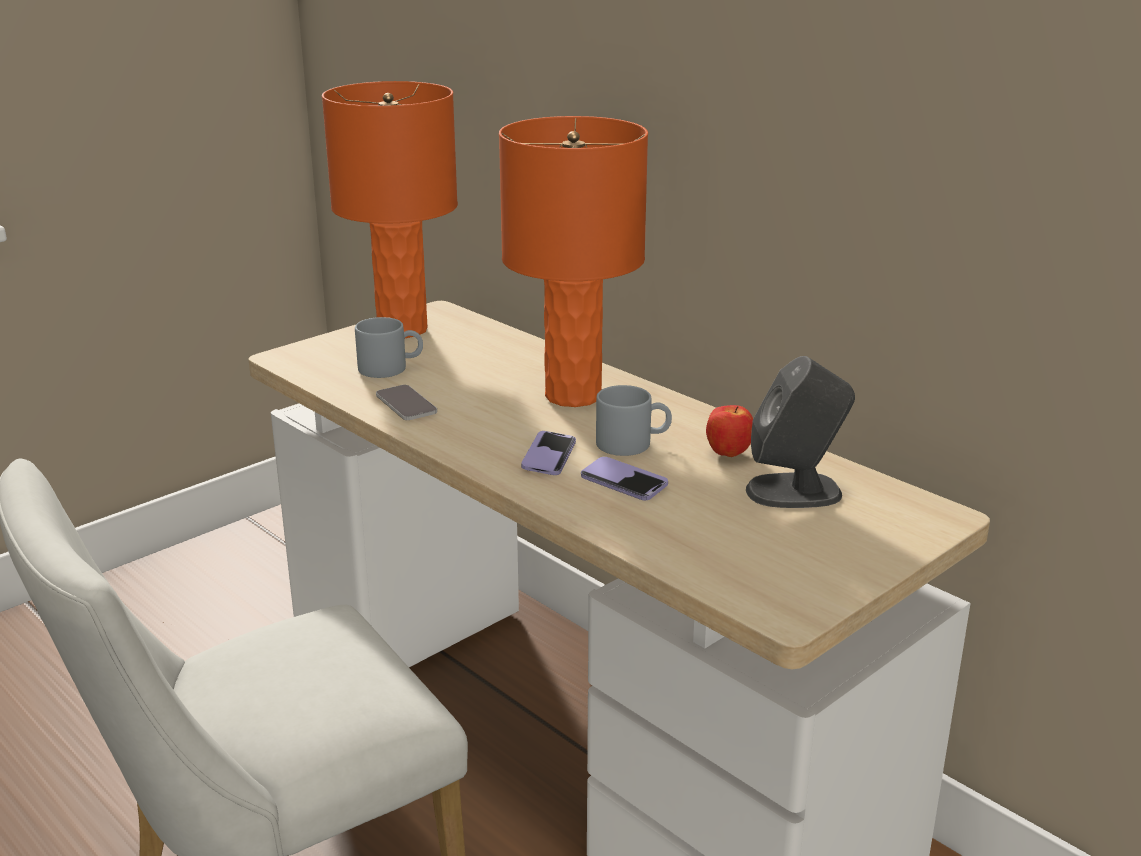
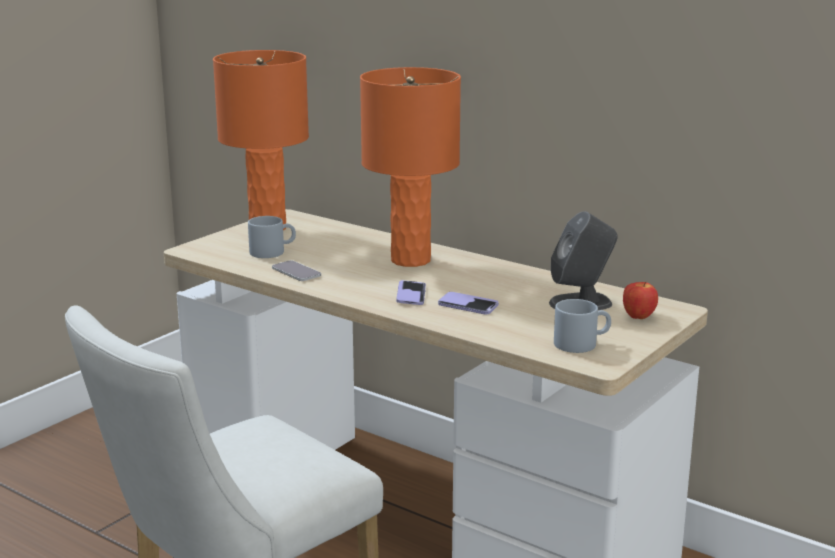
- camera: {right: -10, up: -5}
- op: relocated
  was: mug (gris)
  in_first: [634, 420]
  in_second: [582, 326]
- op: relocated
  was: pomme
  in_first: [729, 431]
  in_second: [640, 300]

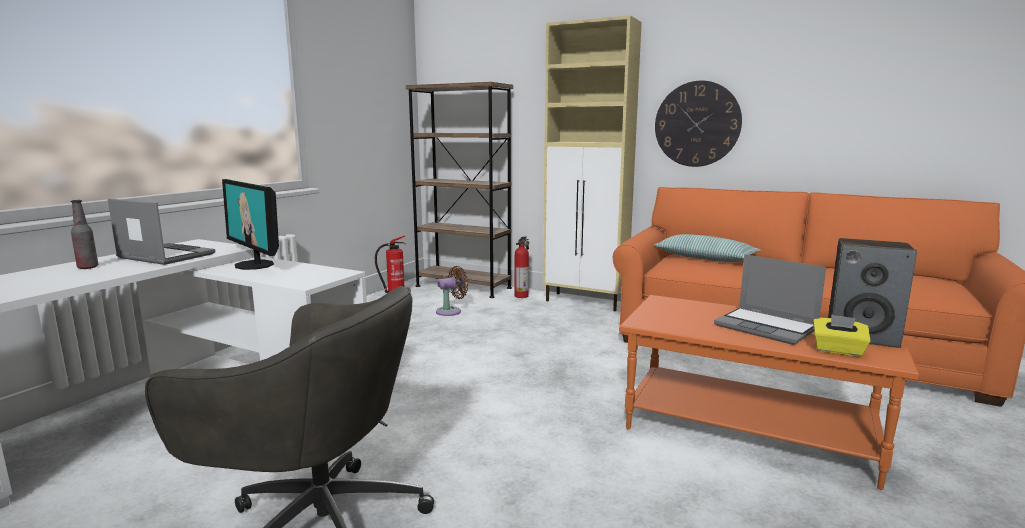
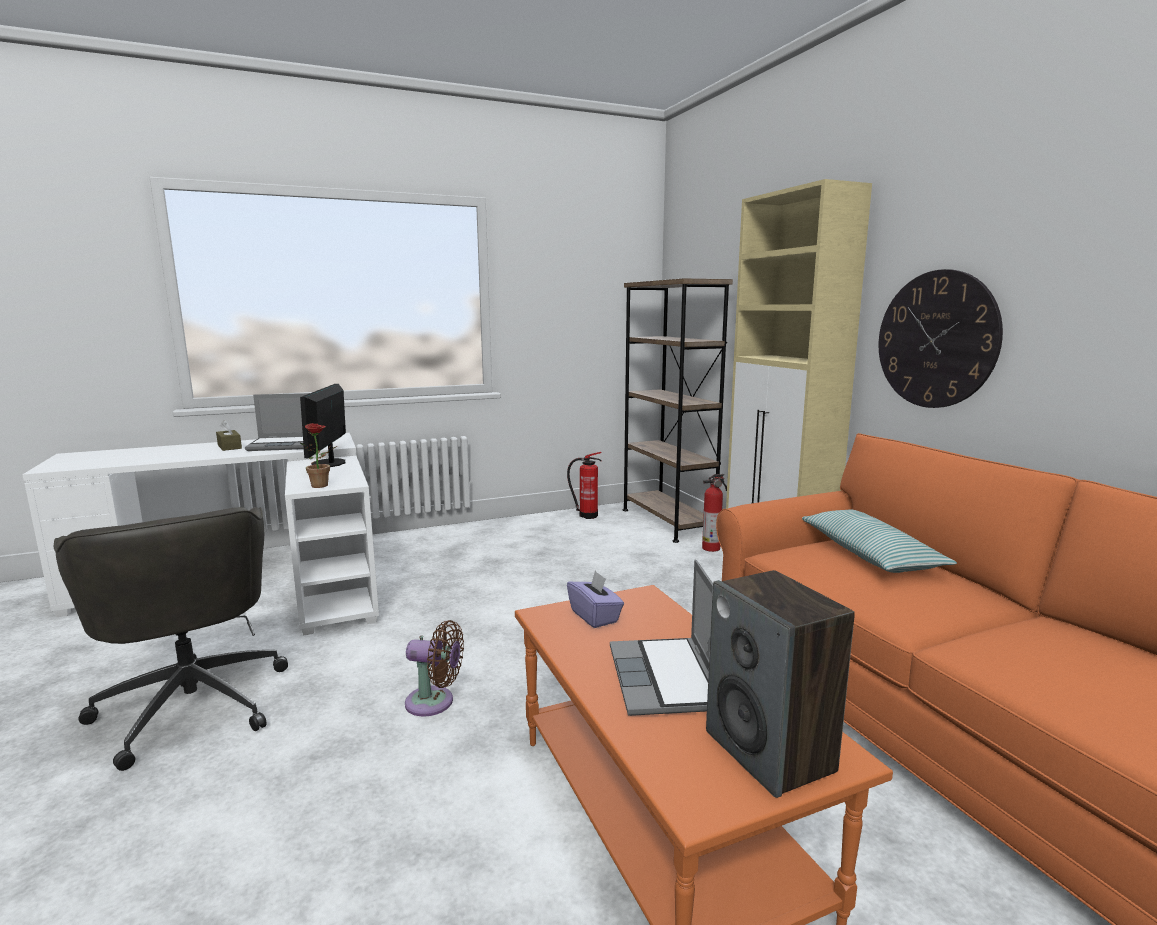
- camera: {right: 40, up: 0}
- op: missing
  was: boîte à mouchoirs (jaune)
  in_first: [842, 335]
- op: appeared
  now: plante en pot
  in_second: [318, 455]
- op: appeared
  now: boîte à mouchoirs (violet)
  in_second: [595, 599]
- op: relocated
  was: ventilateur (marron)
  in_first: [452, 291]
  in_second: [434, 668]
- op: exchanged
  was: bouteille
  now: boîte à mouchoirs (marron)
  in_first: [84, 234]
  in_second: [229, 435]
- op: spun
  was: ordinateur portable
  in_first: [161, 232]
  in_second: [277, 422]
  clockwise: 105

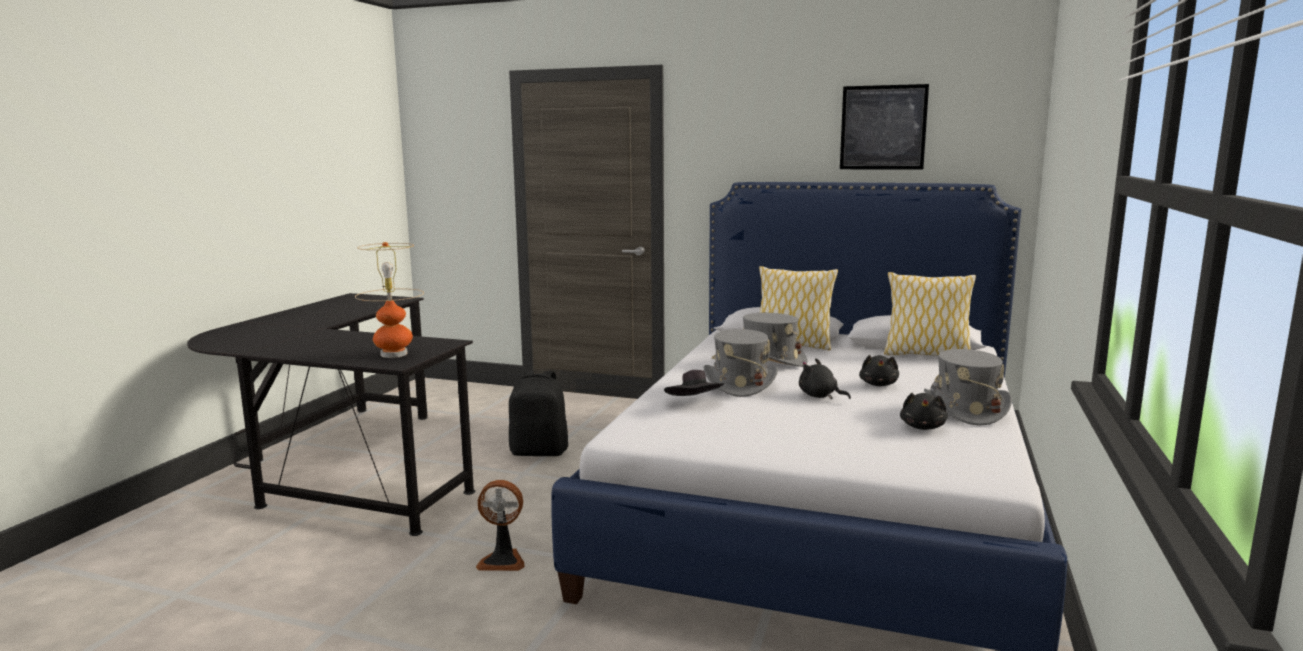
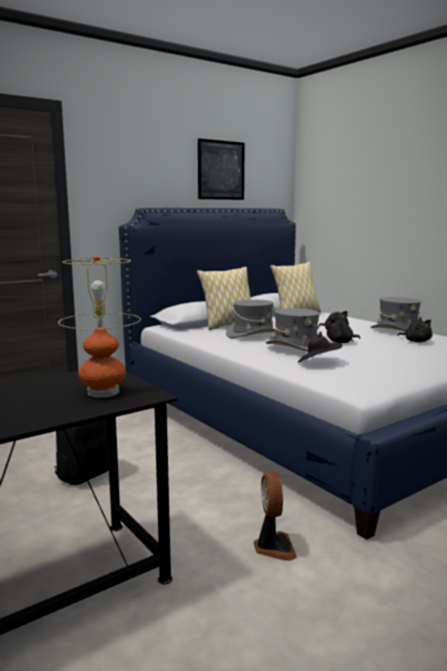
- camera: {right: -55, up: 0}
- op: spun
  was: ventilateur
  in_first: [500, 525]
  in_second: [275, 516]
  clockwise: -45

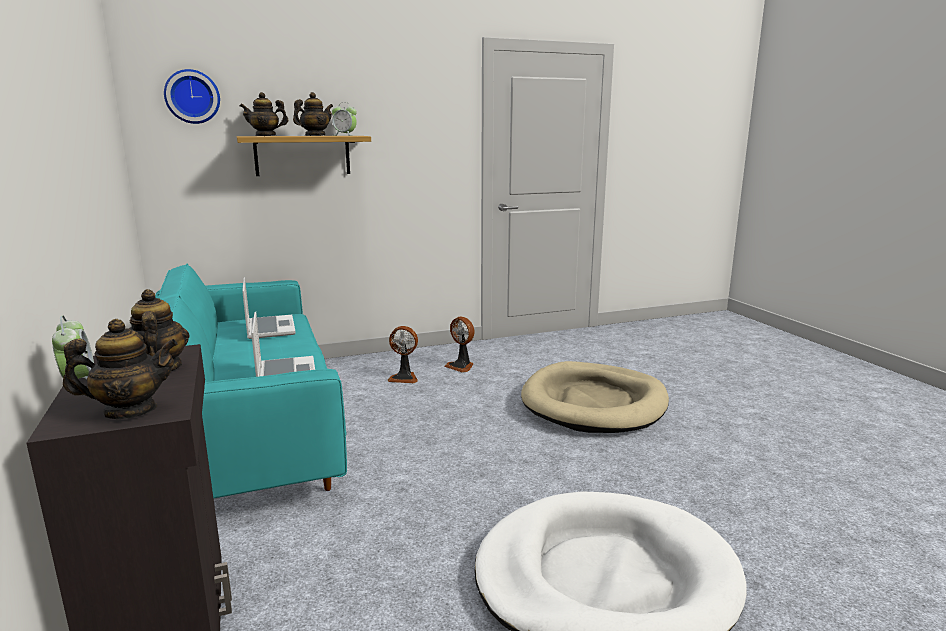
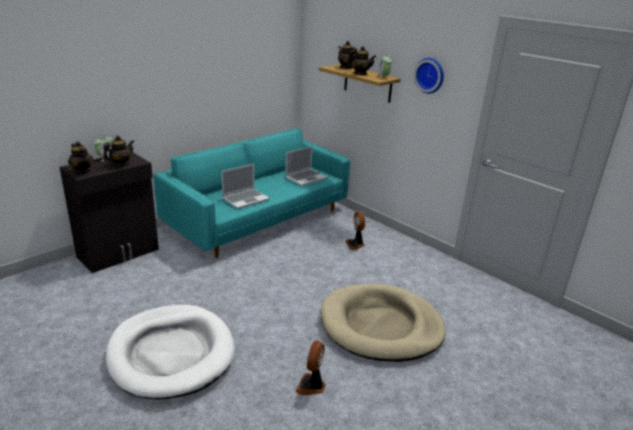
- camera: {right: 65, up: 10}
- op: relocated
  was: horloge murale
  in_first: [192, 96]
  in_second: [429, 76]
- op: relocated
  was: ventilateur
  in_first: [459, 345]
  in_second: [311, 368]

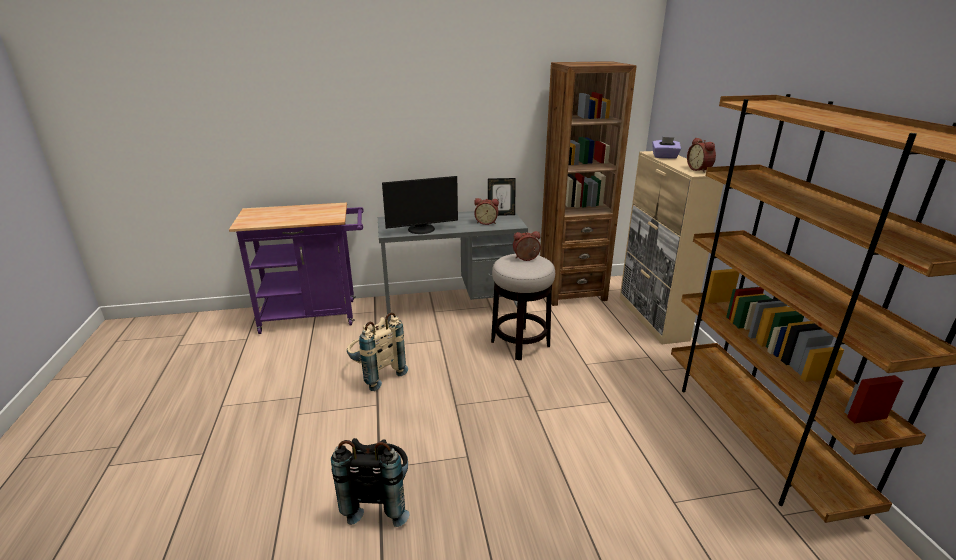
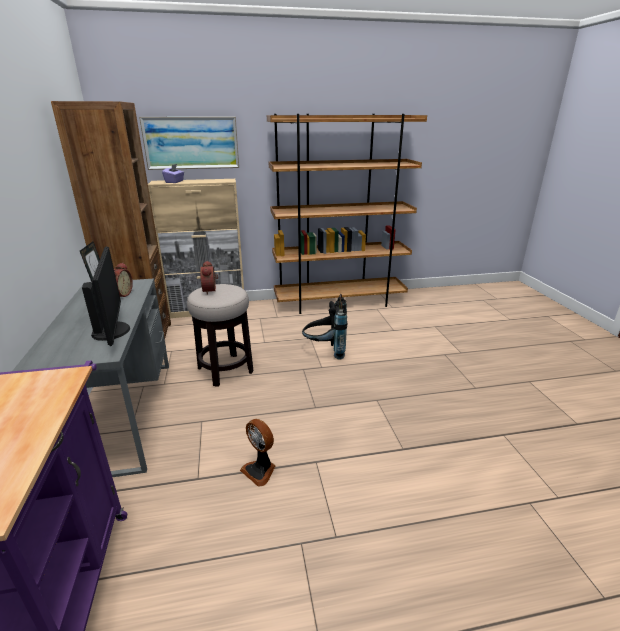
- camera: {right: -90, up: 0}
- op: missing
  was: réveil
  in_first: [701, 155]
- op: appeared
  now: tableau
  in_second: [189, 143]
- op: relocated
  was: sac à dos (noir)
  in_first: [370, 482]
  in_second: [324, 327]
- op: exchanged
  was: sac à dos (beige)
  now: ventilateur
  in_first: [377, 352]
  in_second: [257, 453]

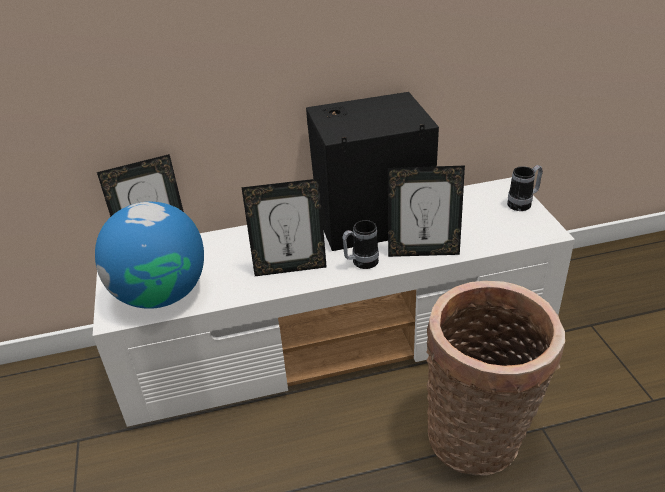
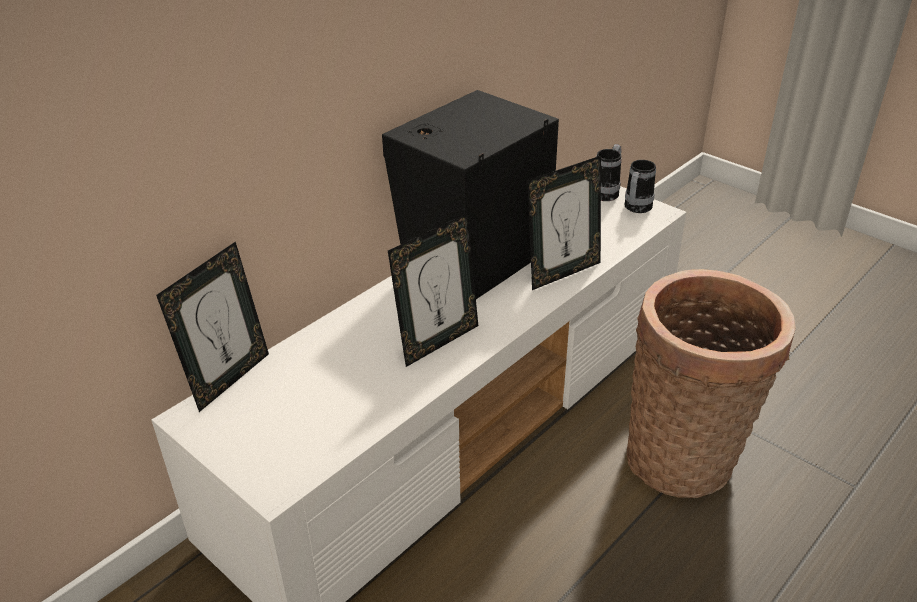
- camera: {right: -35, up: 0}
- op: missing
  was: globe
  in_first: [149, 255]
- op: relocated
  was: mug
  in_first: [360, 244]
  in_second: [640, 186]

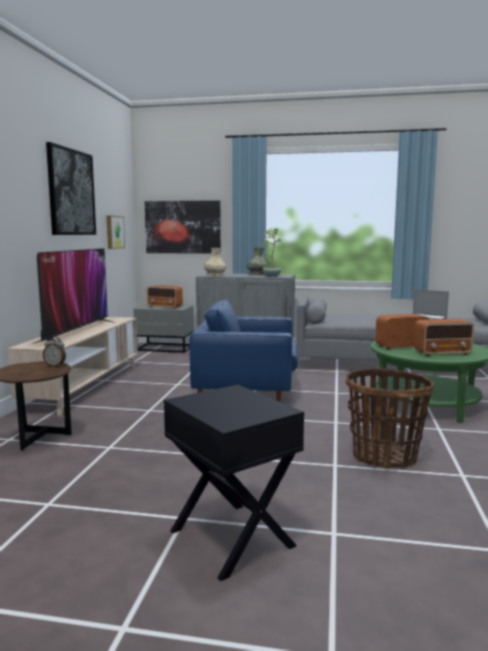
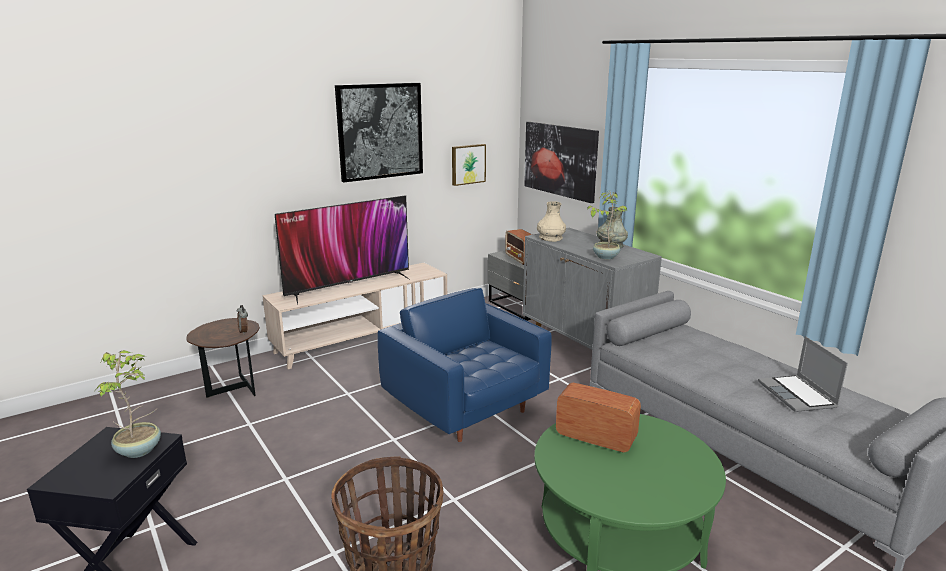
- camera: {right: 45, up: 10}
- op: missing
  was: radio
  in_first: [444, 337]
- op: appeared
  now: plante en pot
  in_second: [128, 404]

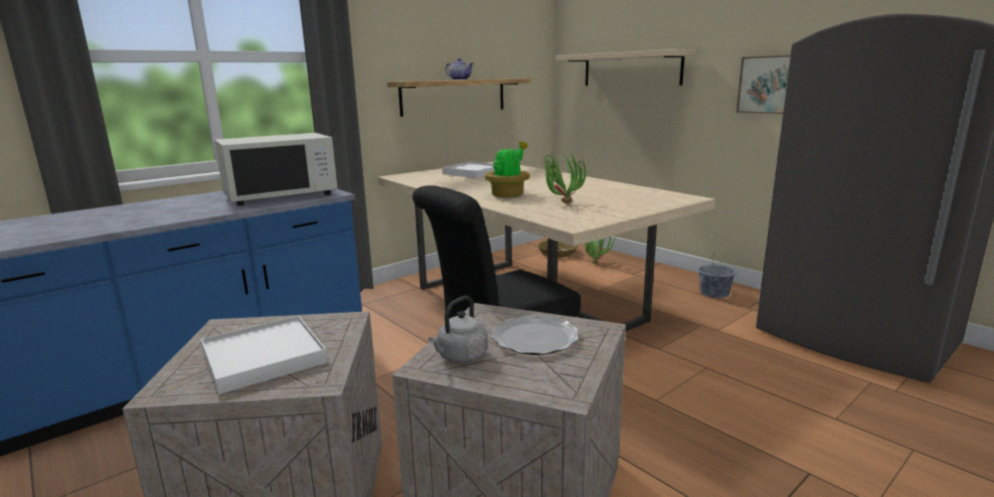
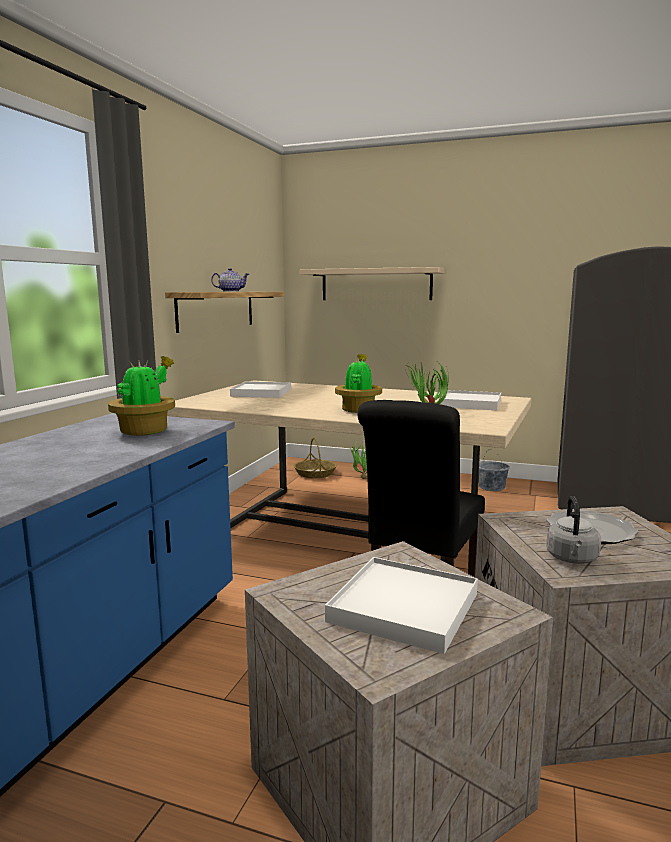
- camera: {right: -30, up: -5}
- op: missing
  was: tableau
  in_first: [763, 84]
- op: appeared
  now: plateau (blanc)
  in_second: [470, 400]
- op: exchanged
  was: micro-ondes (blanc)
  now: plante en pot
  in_first: [276, 169]
  in_second: [141, 396]

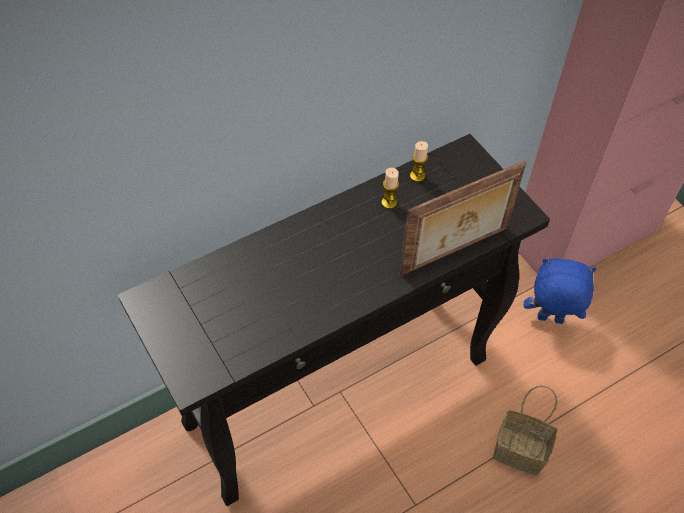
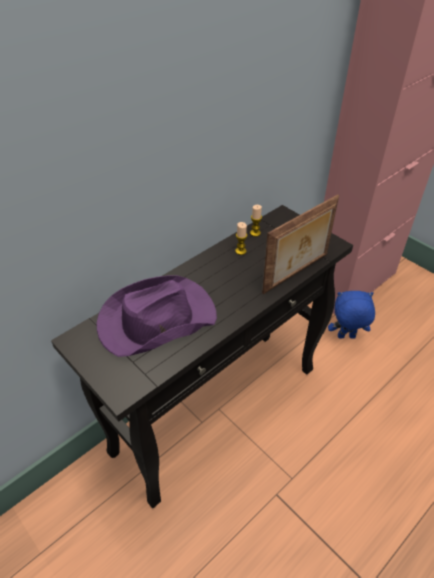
- camera: {right: -10, up: -10}
- op: missing
  was: panier
  in_first: [525, 431]
- op: appeared
  now: chapeau (violet)
  in_second: [157, 316]

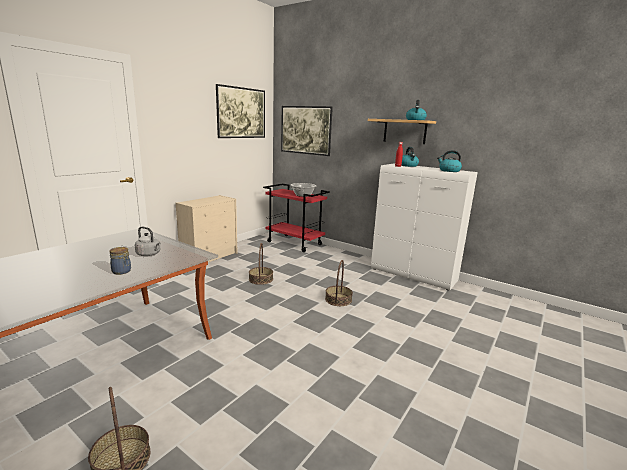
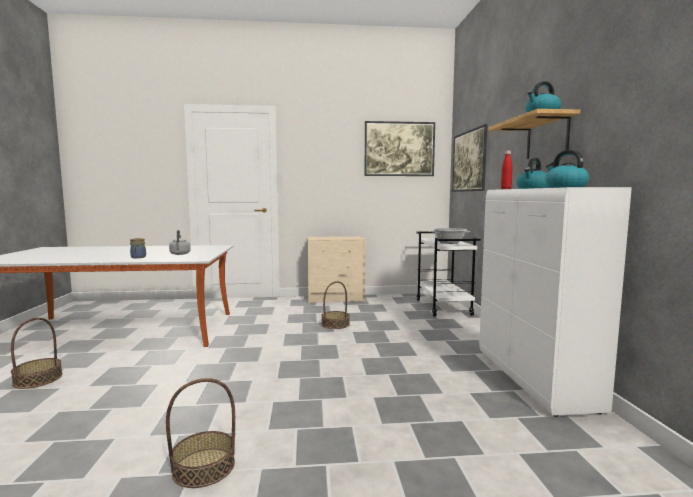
- camera: {right: 50, up: -10}
- op: relocated
  was: panier
  in_first: [339, 283]
  in_second: [200, 433]
- op: colour
  was: chariot (rouge)
  now: chariot (blanc)
  in_first: [296, 217]
  in_second: [448, 274]

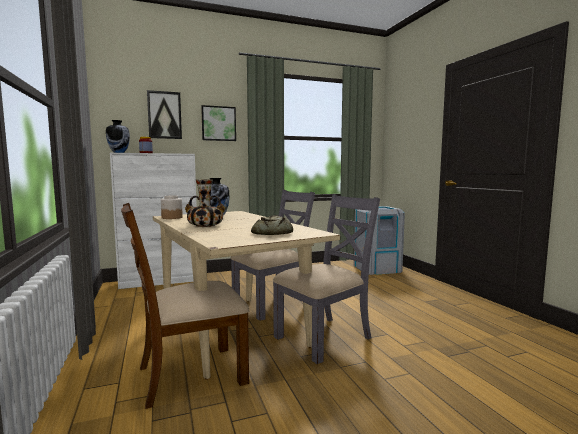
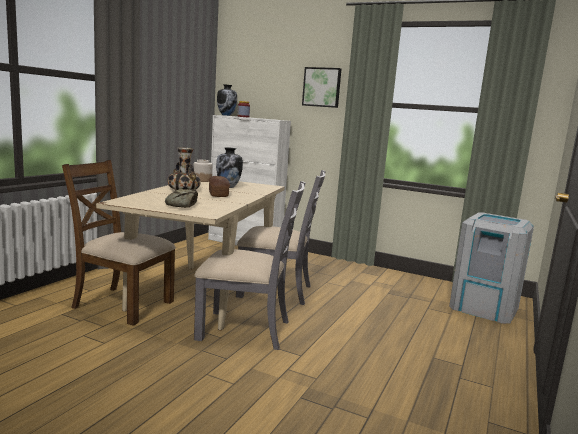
- camera: {right: 45, up: 5}
- op: missing
  was: tableau
  in_first: [164, 114]
- op: appeared
  now: pain
  in_second: [219, 186]

